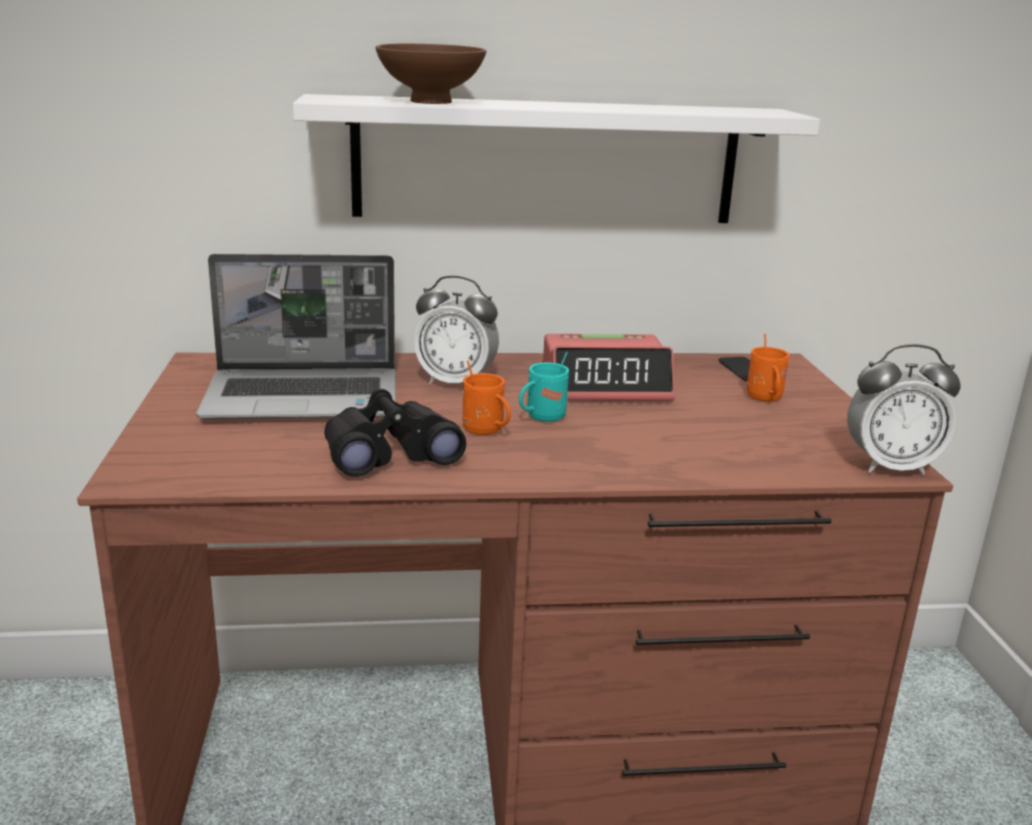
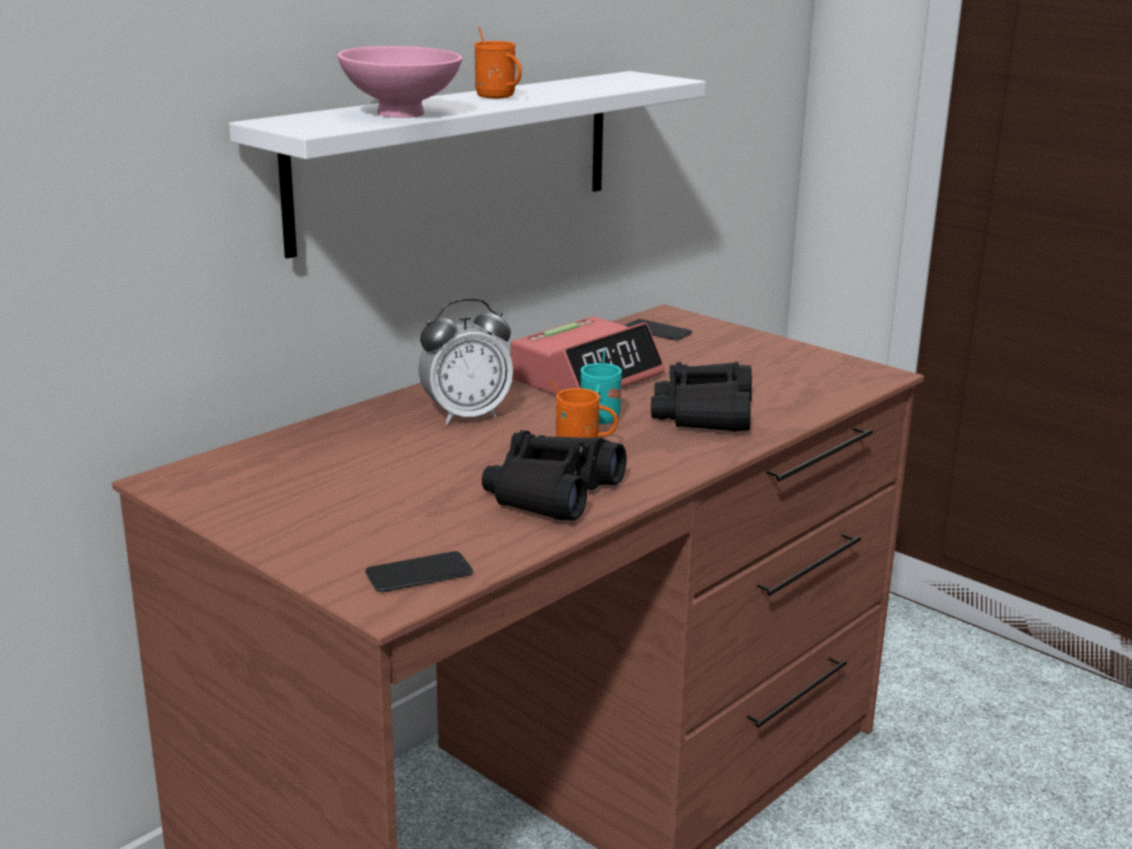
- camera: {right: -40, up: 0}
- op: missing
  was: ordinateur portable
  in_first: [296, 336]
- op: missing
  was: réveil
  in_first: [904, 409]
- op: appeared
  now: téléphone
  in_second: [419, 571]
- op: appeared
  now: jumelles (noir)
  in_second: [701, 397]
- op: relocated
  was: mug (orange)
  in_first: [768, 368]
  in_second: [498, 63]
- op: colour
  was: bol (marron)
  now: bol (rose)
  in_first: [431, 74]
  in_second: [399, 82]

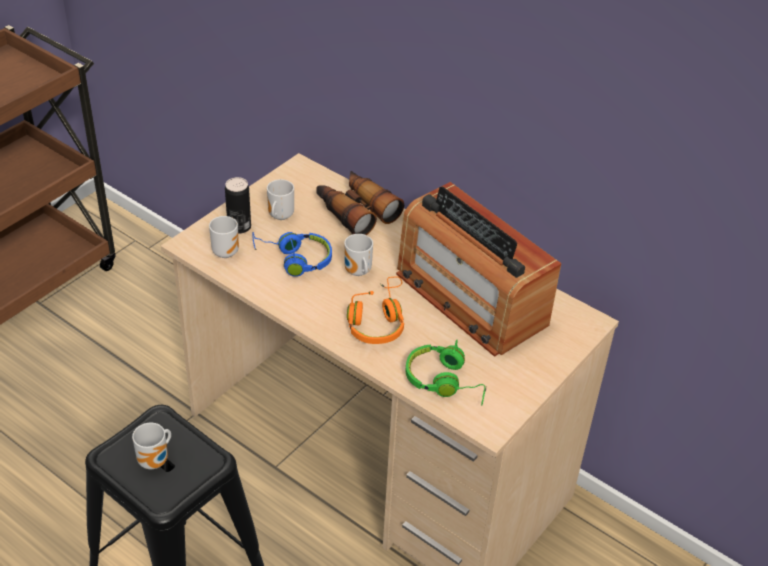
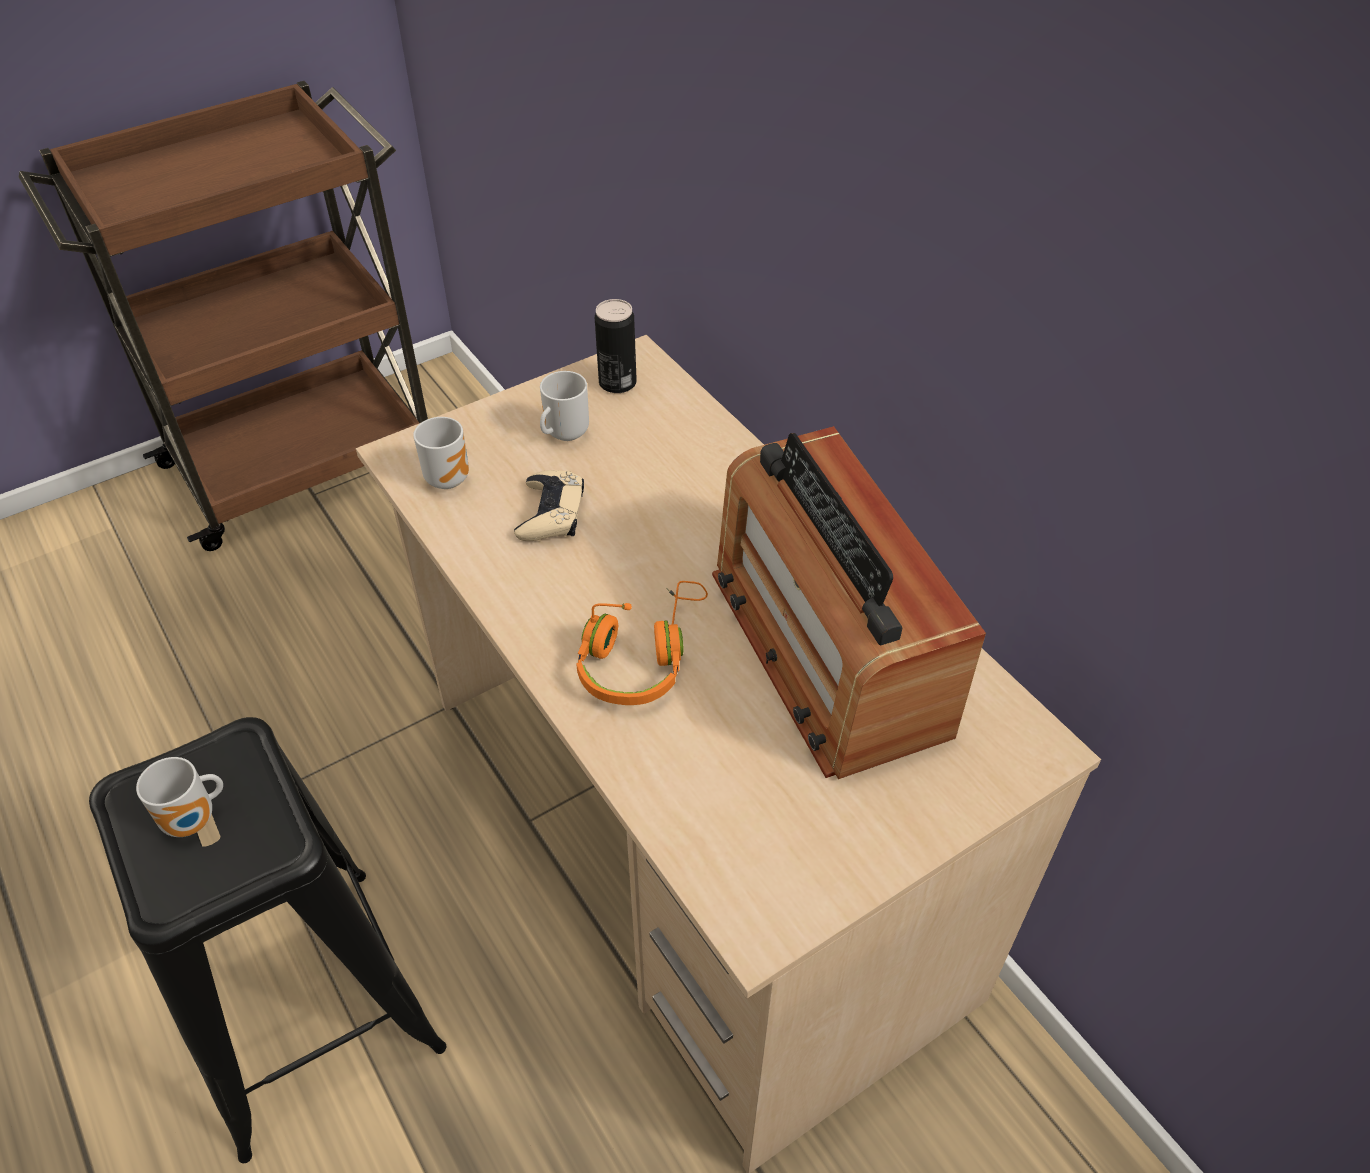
- camera: {right: 20, up: 5}
- op: missing
  was: jumelles
  in_first: [360, 203]
- op: missing
  was: mug
  in_first: [358, 255]
- op: missing
  was: casque audio (vert)
  in_first: [446, 373]
- op: relocated
  was: boîte métallique
  in_first: [238, 205]
  in_second: [616, 346]
- op: exchanged
  was: casque audio (bleu)
  now: manette (beige)
  in_first: [292, 254]
  in_second: [549, 505]

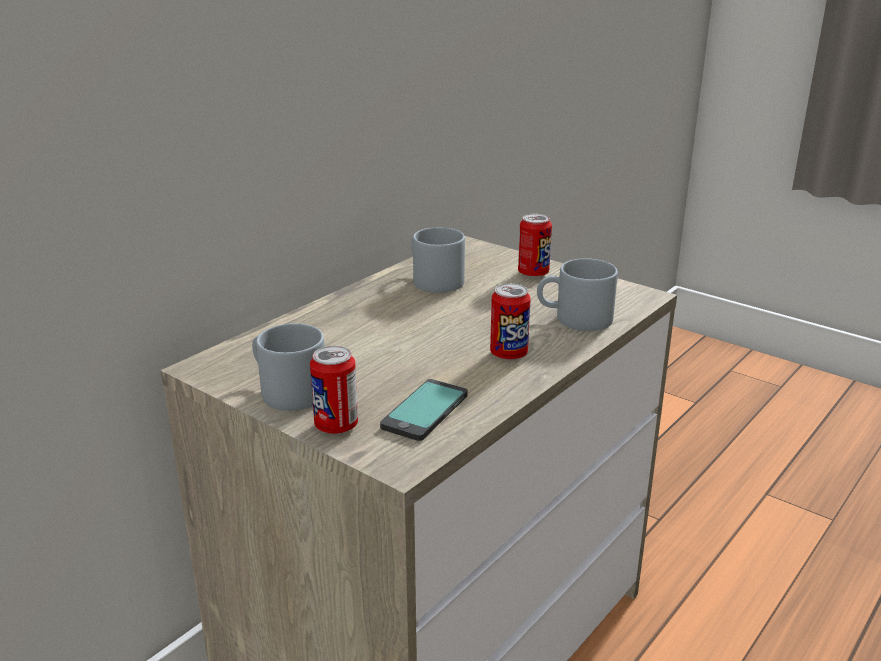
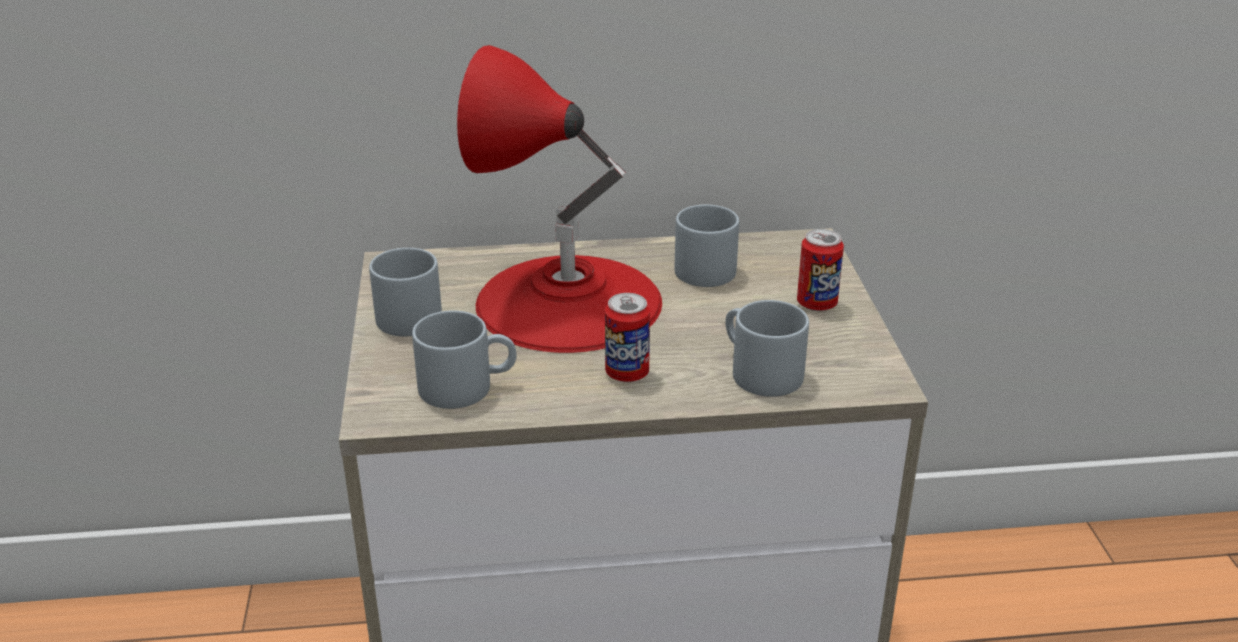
- camera: {right: 45, up: 5}
- op: missing
  was: boîte métallique
  in_first: [334, 390]
- op: appeared
  now: lampe de table (rouge)
  in_second: [559, 199]
- op: exchanged
  was: téléphone
  now: mug (gris)
  in_first: [424, 410]
  in_second: [464, 359]

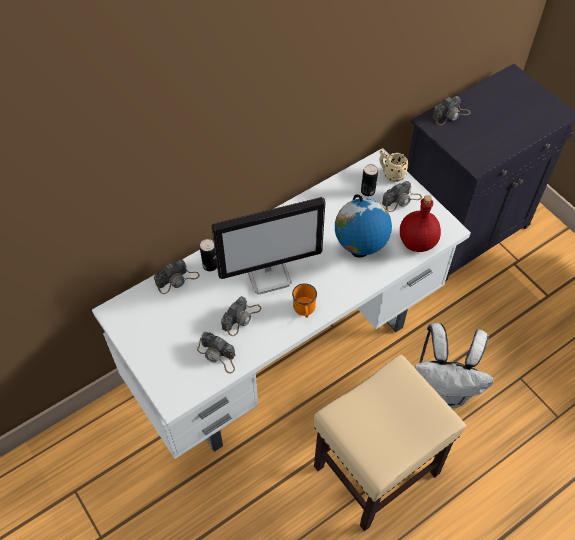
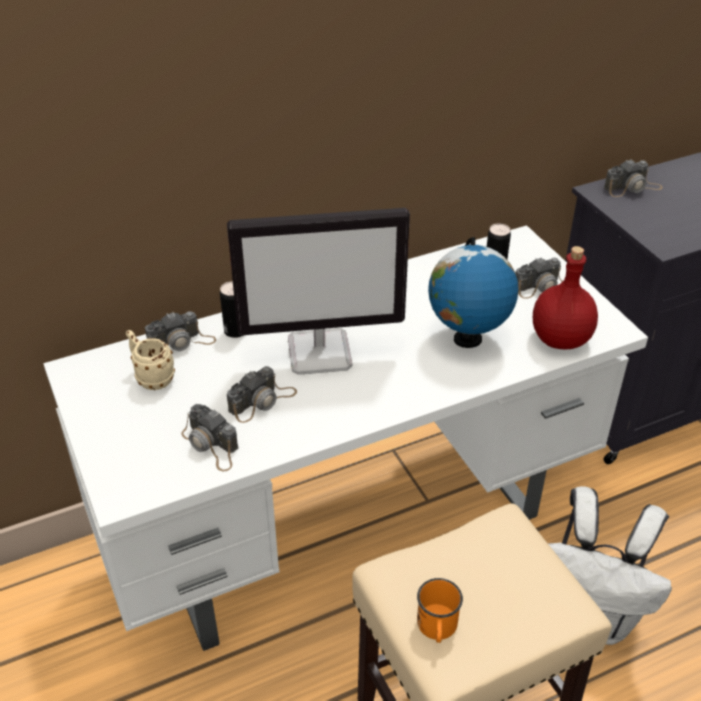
- camera: {right: 10, up: -15}
- op: relocated
  was: mug (orange)
  in_first: [304, 300]
  in_second: [440, 610]
- op: relocated
  was: mug (beige)
  in_first: [394, 166]
  in_second: [150, 360]

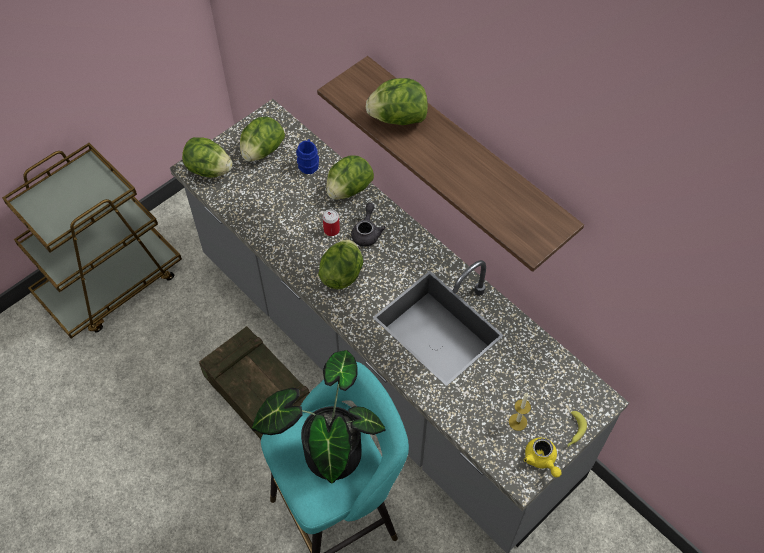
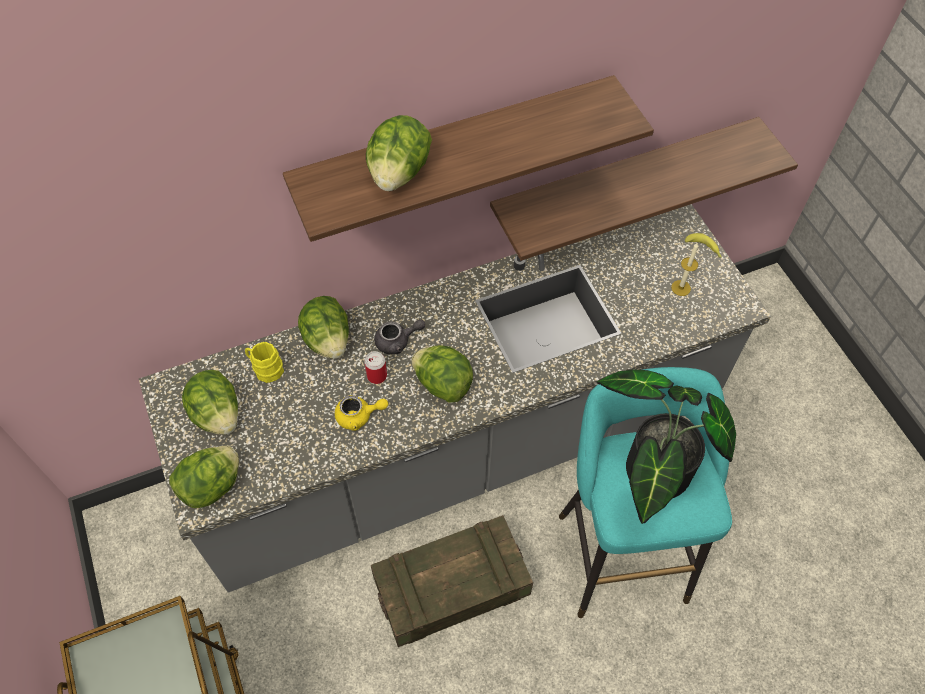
- camera: {right: -70, up: 0}
- op: appeared
  now: étagère
  in_second: [644, 189]
- op: relocated
  was: théière (jaune)
  in_first: [543, 457]
  in_second: [361, 413]
- op: colour
  was: mug (bleu)
  now: mug (jaune)
  in_first: [307, 156]
  in_second: [264, 362]
- op: spun
  was: théière (gris)
  in_first: [368, 224]
  in_second: [399, 336]
  clockwise: 135

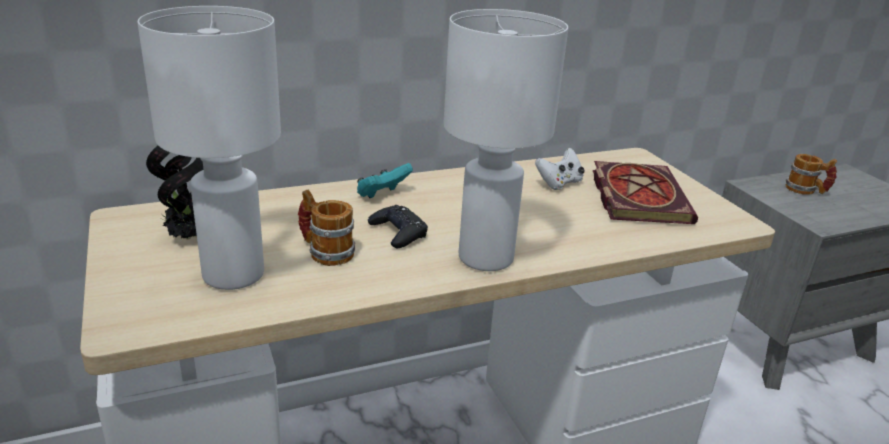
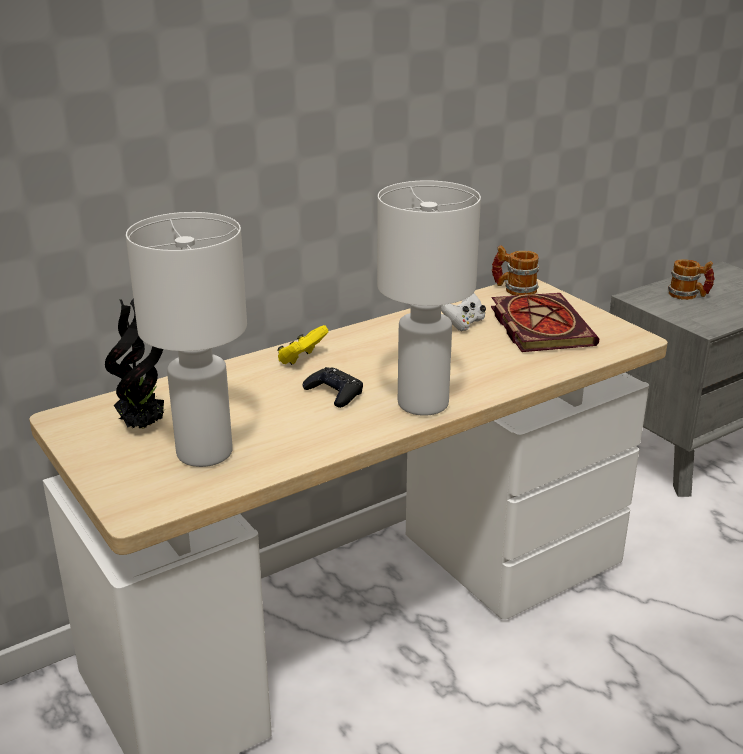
- camera: {right: -10, up: 0}
- op: relocated
  was: mug
  in_first: [326, 228]
  in_second: [515, 270]
- op: colour
  was: manette (turquoise)
  now: manette (jaune)
  in_first: [385, 180]
  in_second: [303, 345]

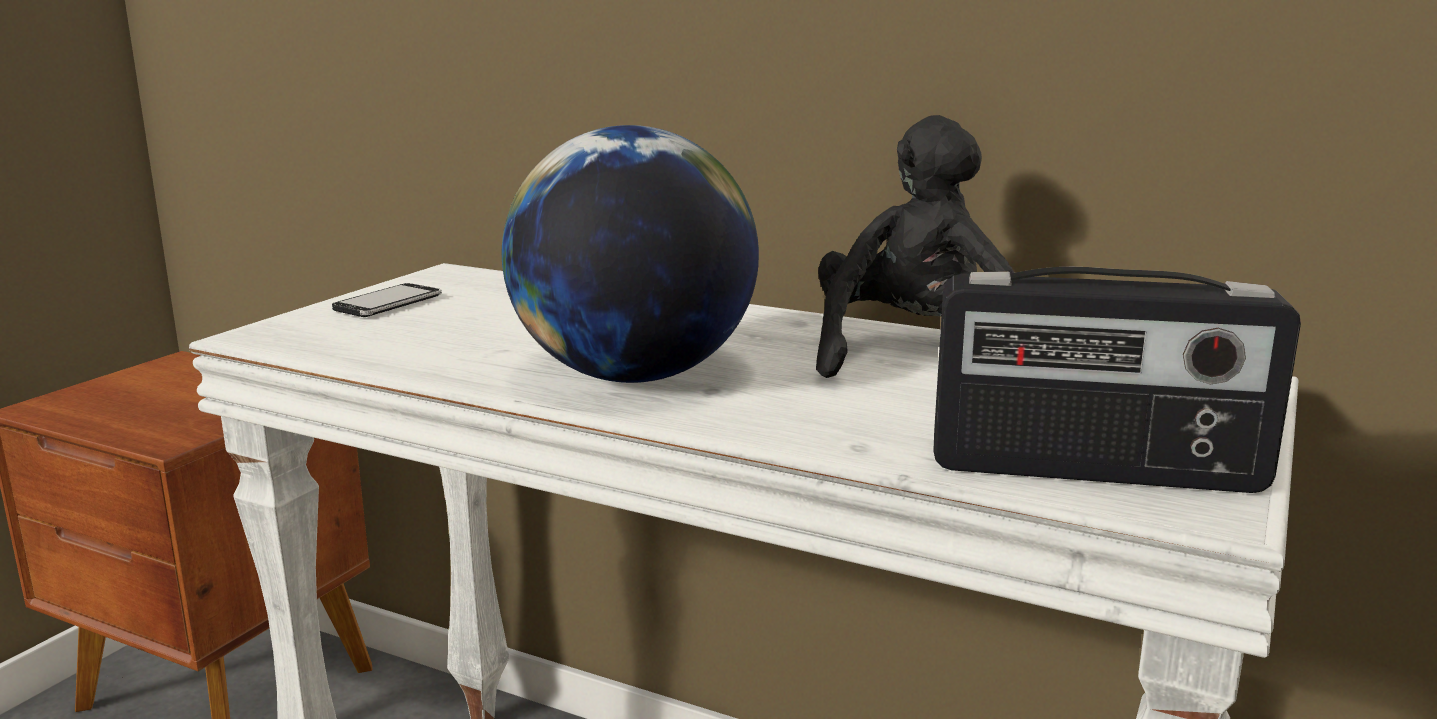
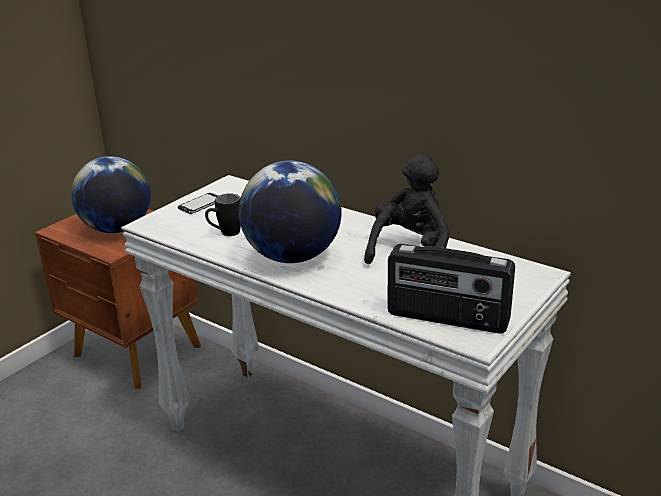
- camera: {right: 10, up: 10}
- op: appeared
  now: globe
  in_second: [111, 194]
- op: appeared
  now: mug (noir)
  in_second: [223, 214]

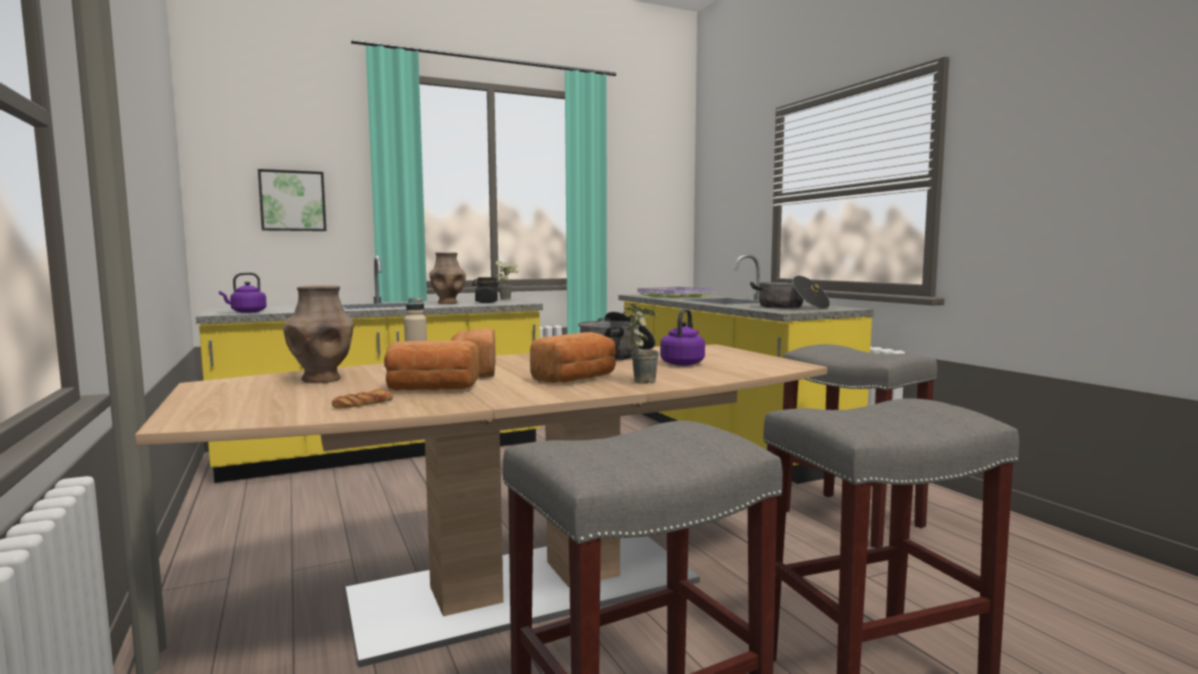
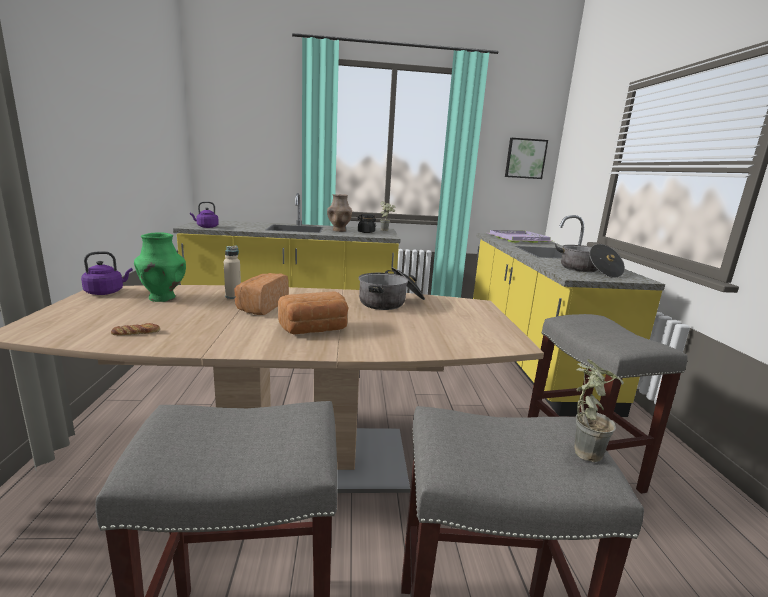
- camera: {right: 20, up: 10}
- op: missing
  was: pain
  in_first: [432, 365]
- op: relocated
  was: tableau
  in_first: [292, 200]
  in_second: [526, 158]
- op: relocated
  was: plante en pot
  in_first: [641, 343]
  in_second: [599, 410]
- op: relocated
  was: bouilloire (violet)
  in_first: [682, 337]
  in_second: [107, 273]
- op: colour
  was: vase (marron)
  now: vase (vert)
  in_first: [318, 334]
  in_second: [160, 267]

